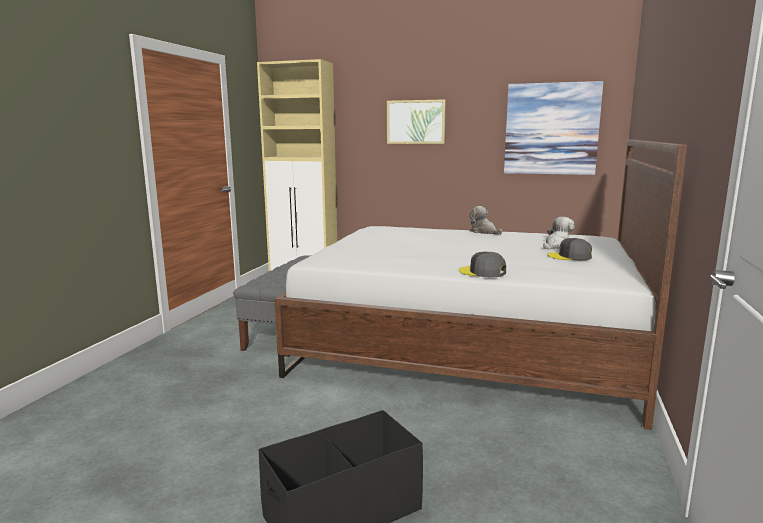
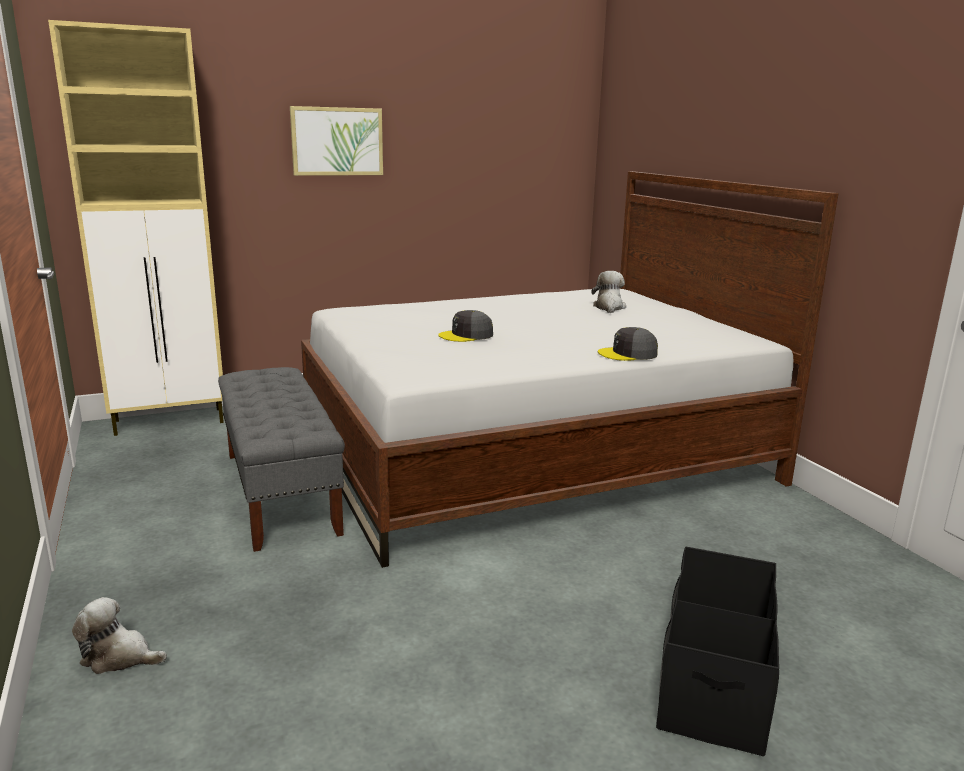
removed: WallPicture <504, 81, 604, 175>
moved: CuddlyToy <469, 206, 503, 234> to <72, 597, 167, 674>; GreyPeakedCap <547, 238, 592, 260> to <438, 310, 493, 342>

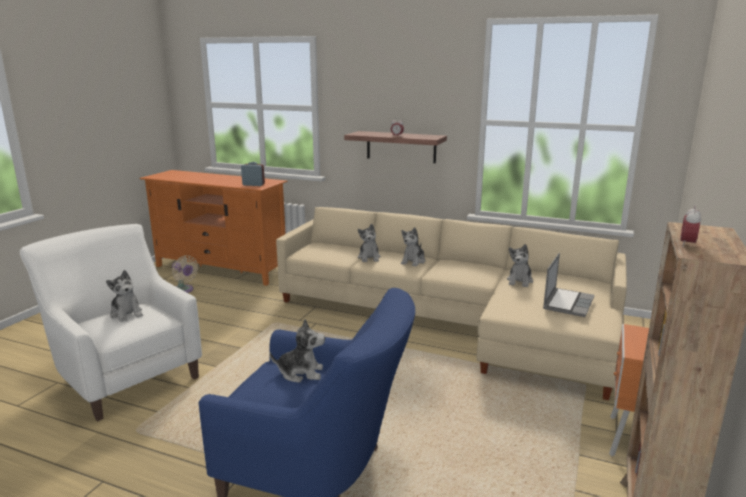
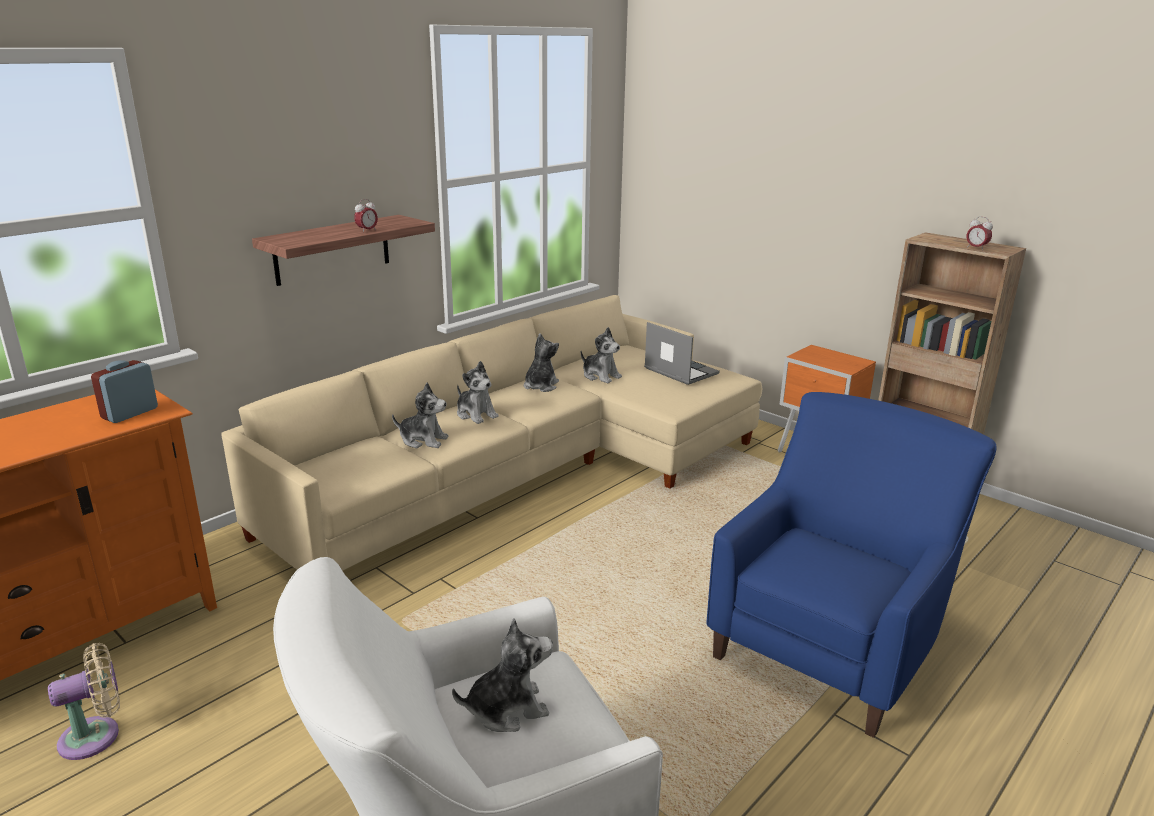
moved: CuddlyToy <270, 319, 325, 383> to <524, 334, 559, 392>

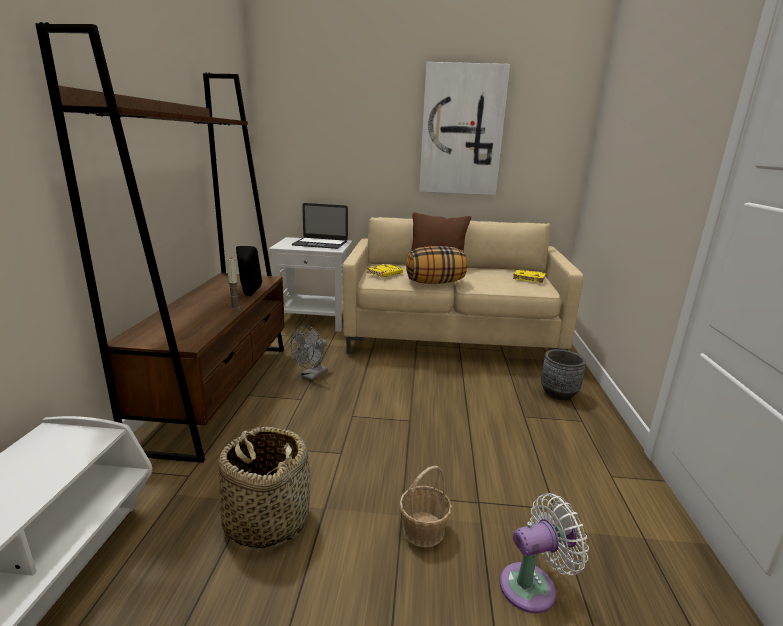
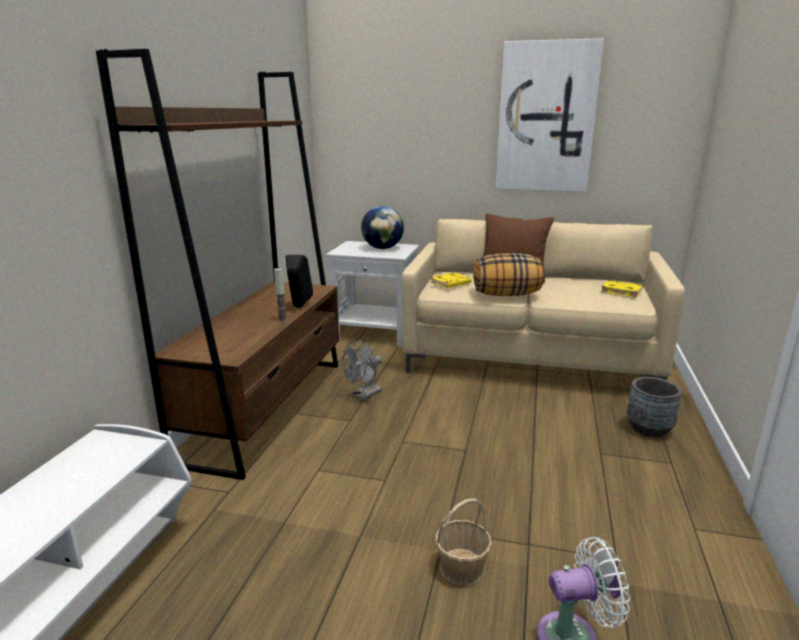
removed: StorageBasket <219, 427, 310, 548>
replaced: PortableComputer <292, 203, 348, 249> to DeskGlobe <361, 206, 404, 249>

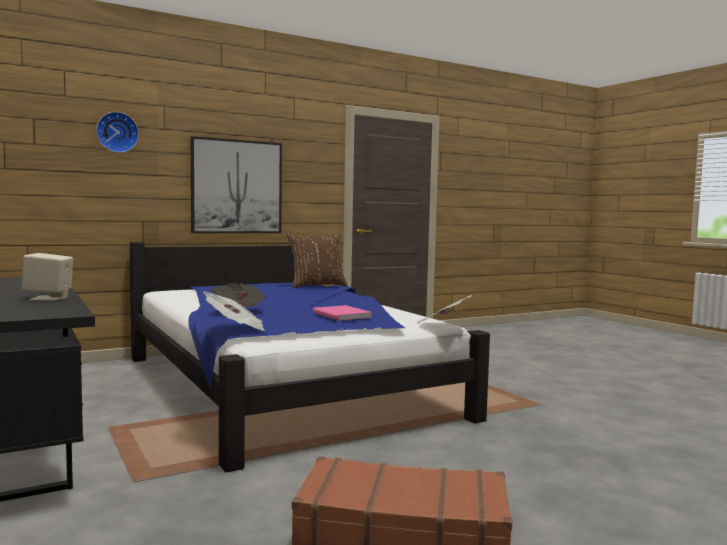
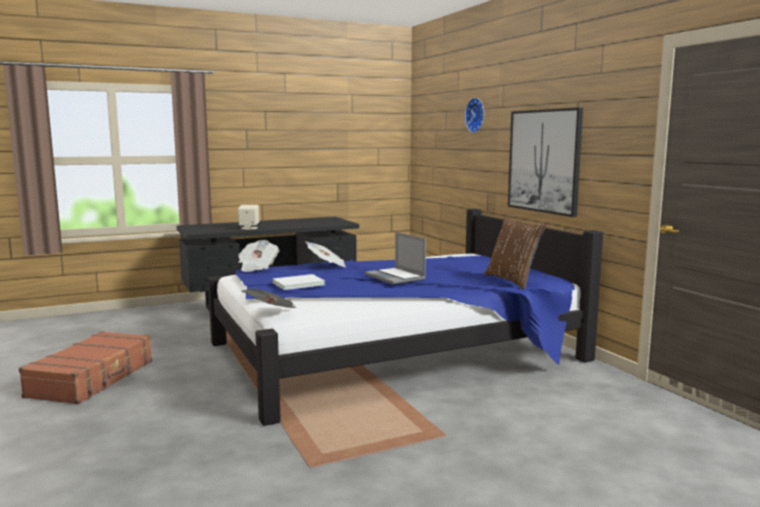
added: PortableComputer <365, 232, 426, 285>
recoloured: PinkColouredBoundBook <313, 305, 372, 321> to WhiteBoundBook <272, 274, 325, 290>

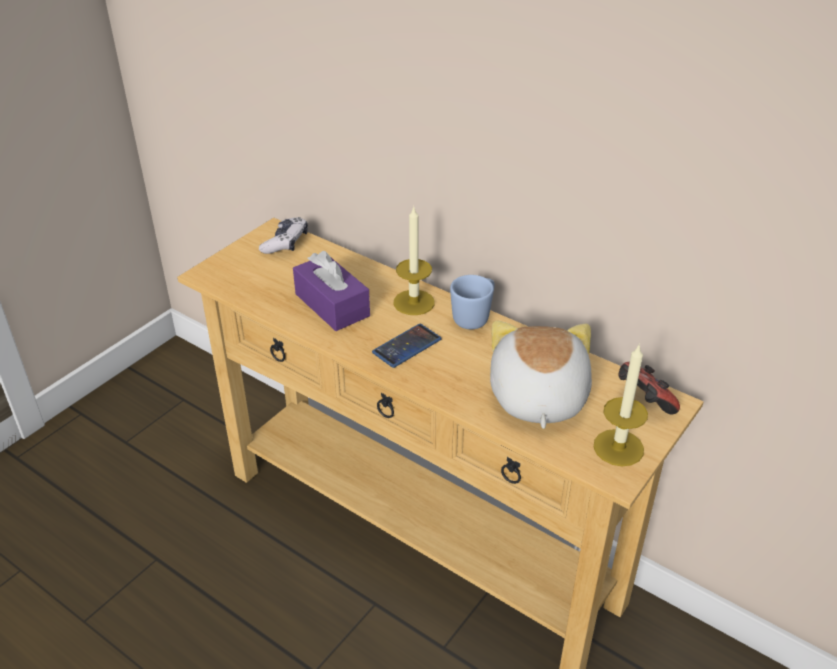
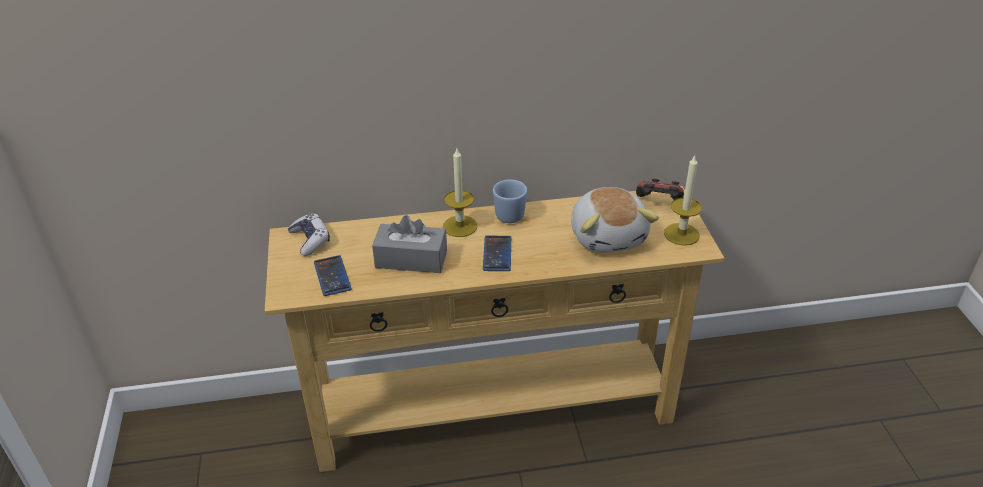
added: Telephone <314, 255, 352, 296>
recoloured: PurpleBoxOfTissues <293, 251, 370, 331> to GreyBoxOfTissues <372, 215, 447, 273>
turned: CuddlyToy <490, 320, 592, 429> = <571, 187, 659, 253> 150 degrees counterclockwise

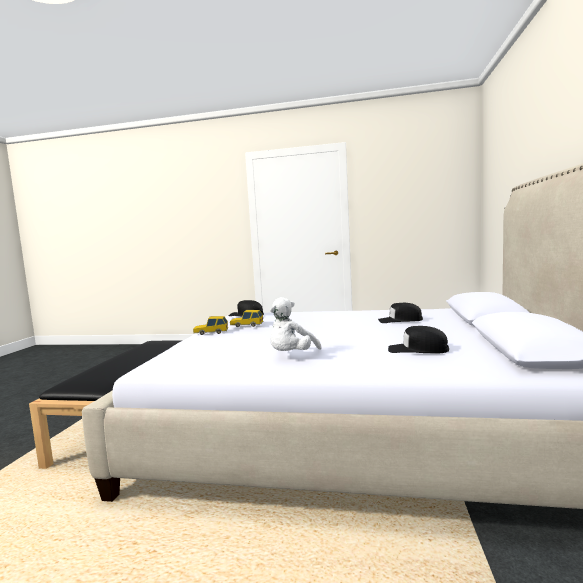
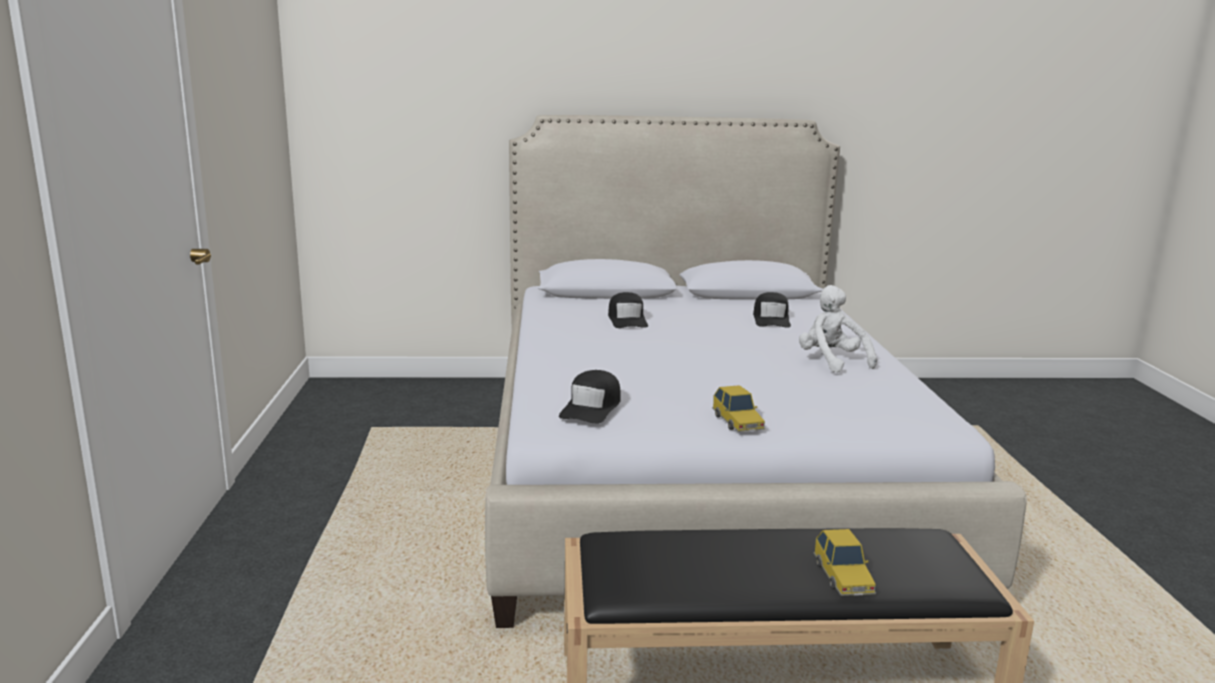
moved: ModelCar <230, 310, 264, 327> to <813, 529, 876, 596>
turned: WhiteCuddlyToy <270, 297, 322, 351> = <799, 285, 877, 373> 135 degrees counterclockwise

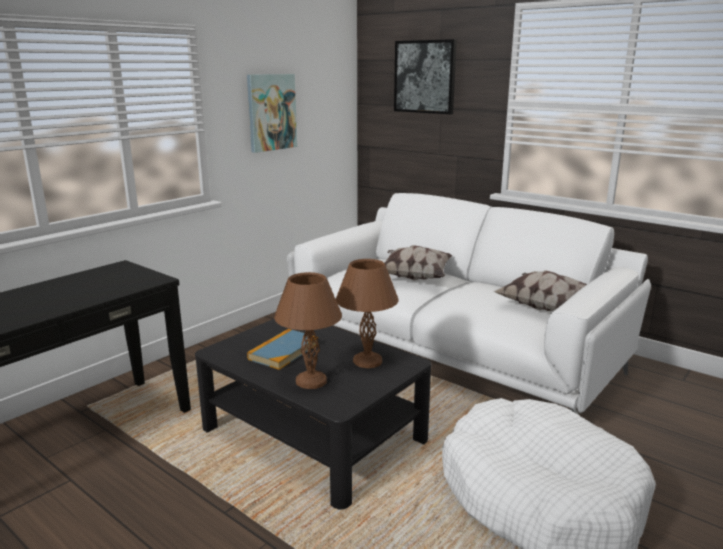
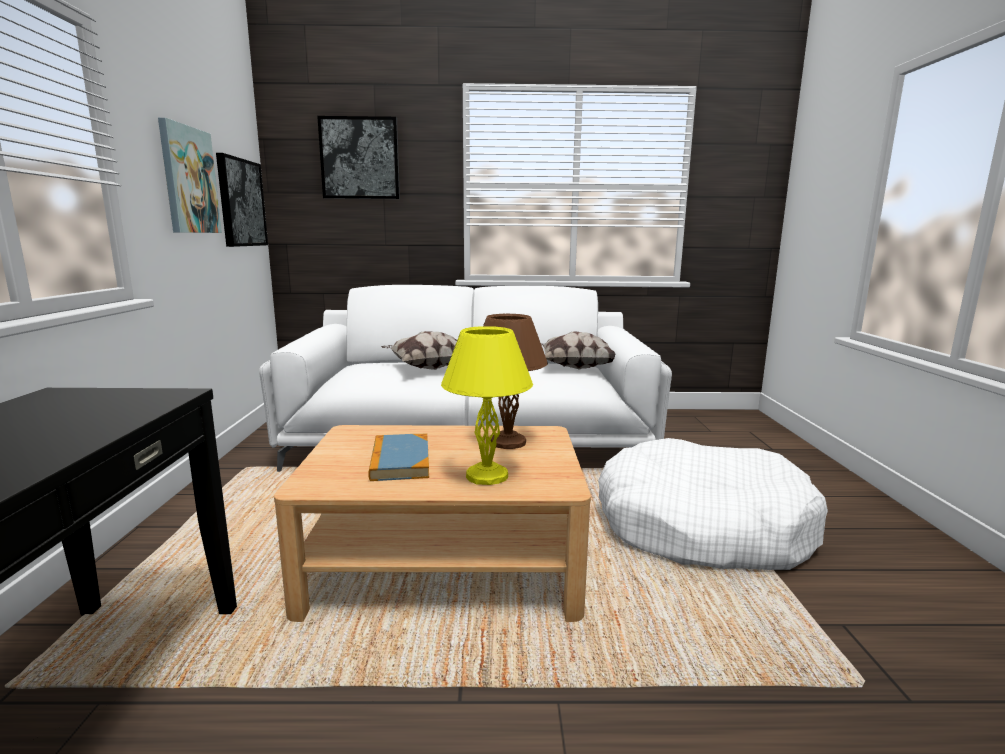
added: WallPicture <216, 153, 268, 247>
recoloured: BlackCoffeeTable <195, 319, 432, 510> to BeigeCoffeeTable <274, 425, 591, 622>; BrownColouredTableLamp <274, 272, 342, 389> to YellowTableLamp <441, 326, 533, 485>

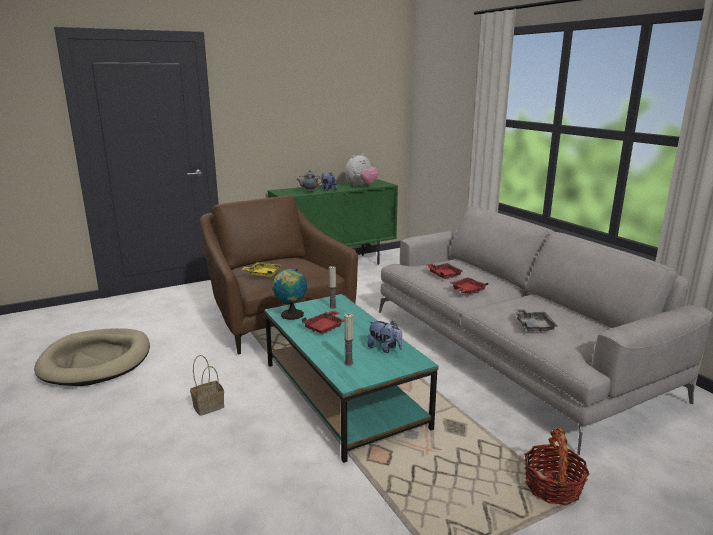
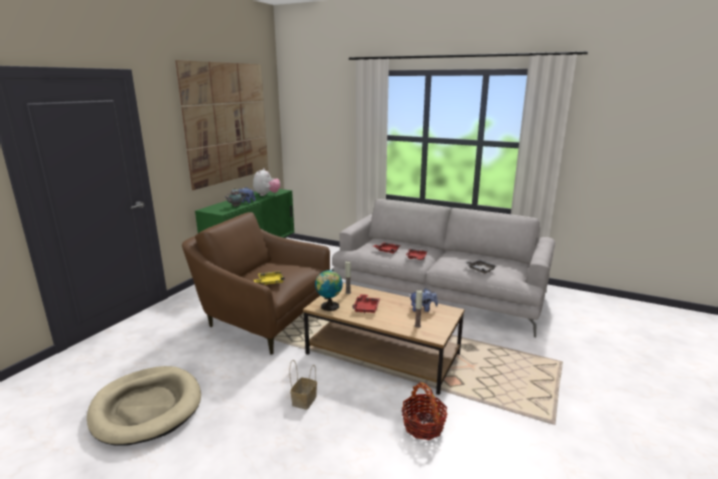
added: WallPicture <175, 60, 268, 190>
moved: StorageBasket <524, 427, 590, 505> to <402, 382, 447, 440>
recoloured: TurquoiseColouredCoffeeTable <264, 294, 438, 463> to BrownColouredCoffeeTable <303, 283, 465, 395>

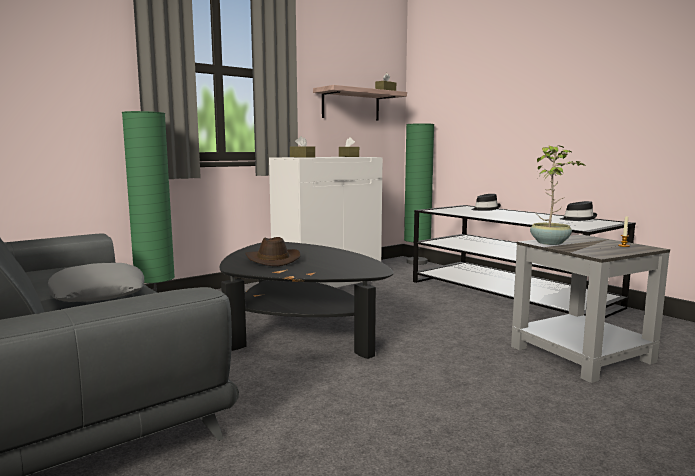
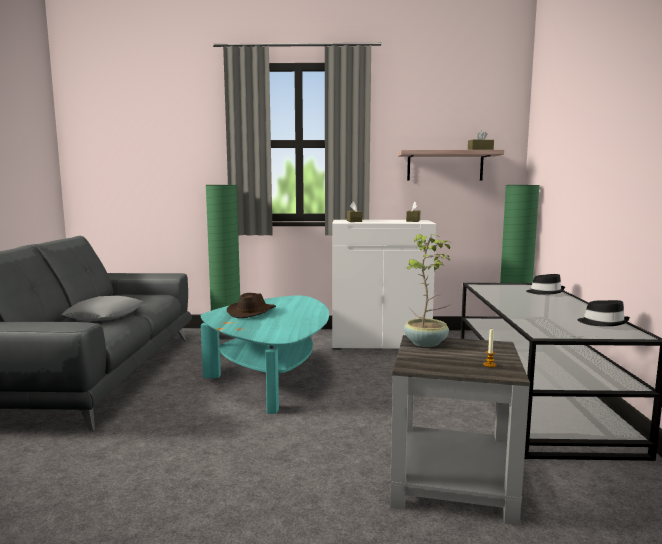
recoloured: BlackCoffeeTable <220, 242, 394, 359> to TurquoiseColouredCoffeeTable <201, 295, 329, 414>

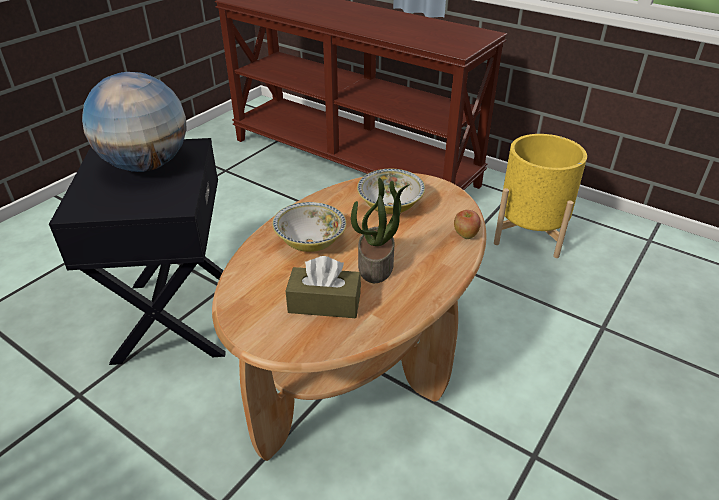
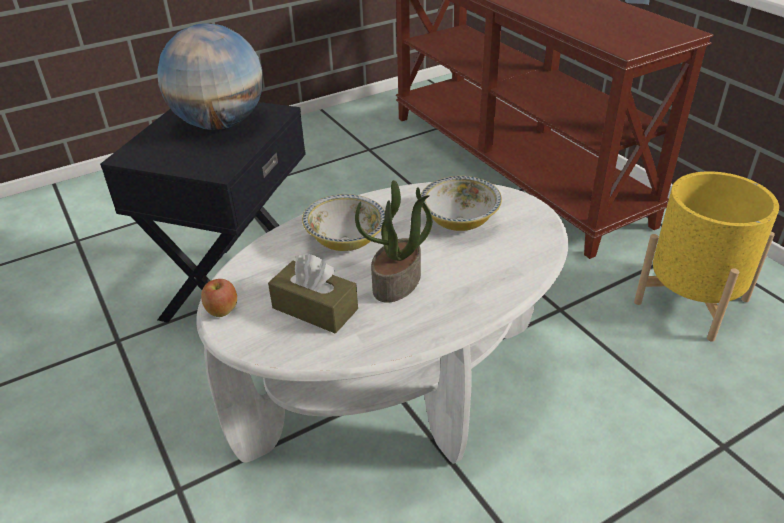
moved: WholeApple <454, 210, 481, 239> to <201, 279, 237, 317>
recoloured: BrownColouredCoffeeTable <212, 173, 486, 461> to WhiteCoffeeTable <196, 182, 568, 464>

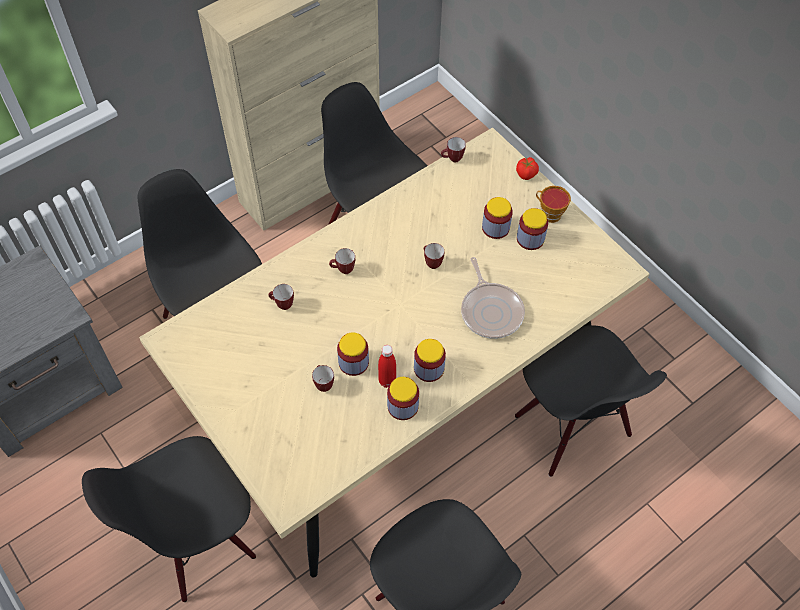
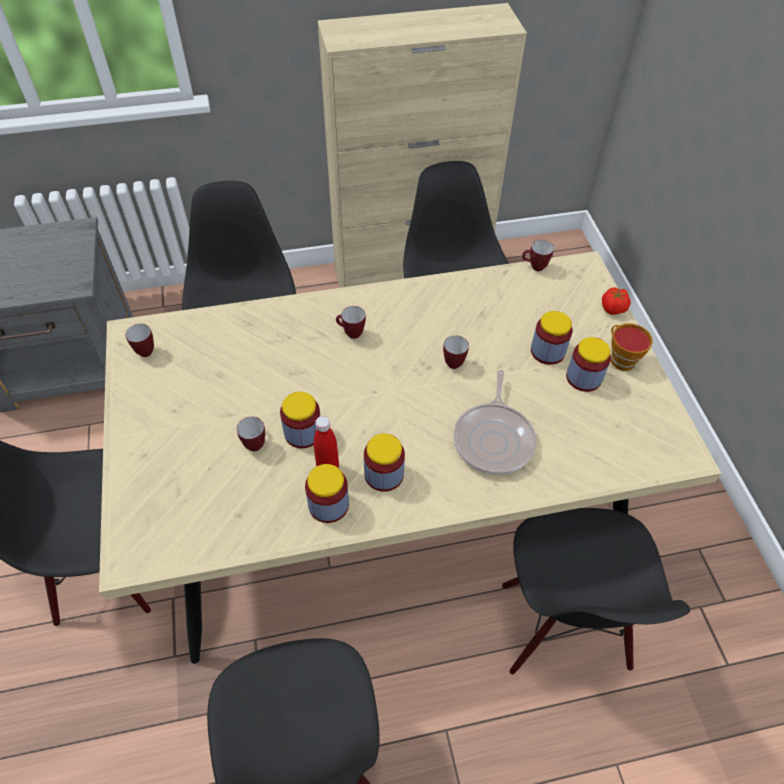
moved: TeaMug <269, 284, 294, 310> to <125, 324, 154, 357>

